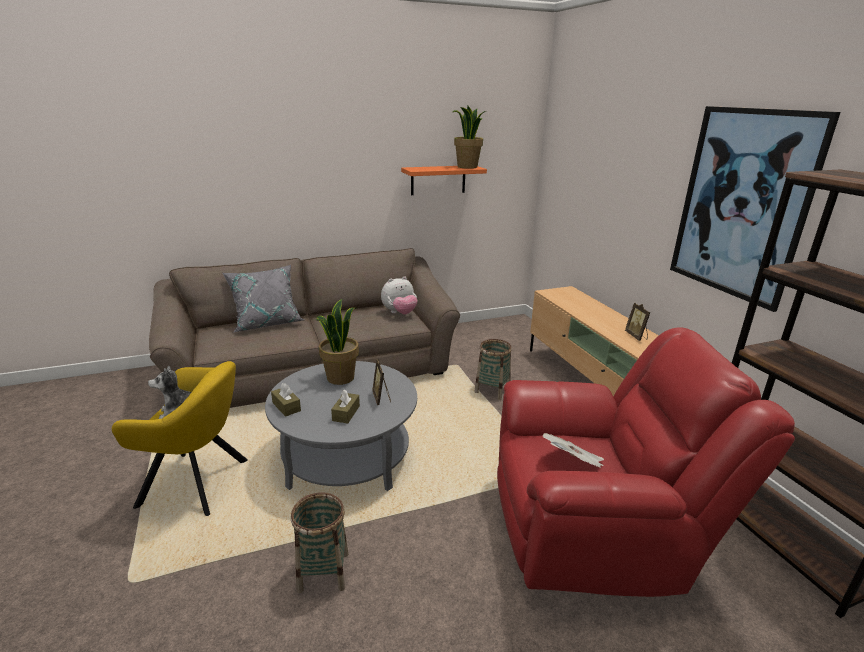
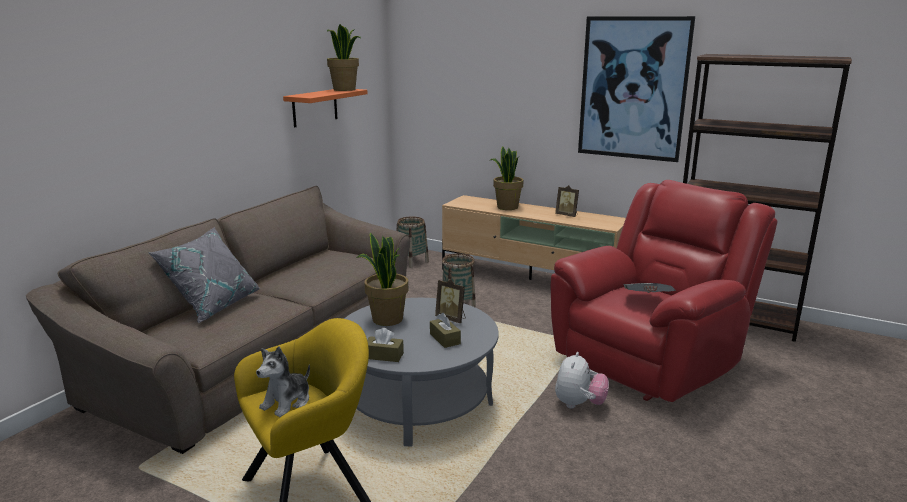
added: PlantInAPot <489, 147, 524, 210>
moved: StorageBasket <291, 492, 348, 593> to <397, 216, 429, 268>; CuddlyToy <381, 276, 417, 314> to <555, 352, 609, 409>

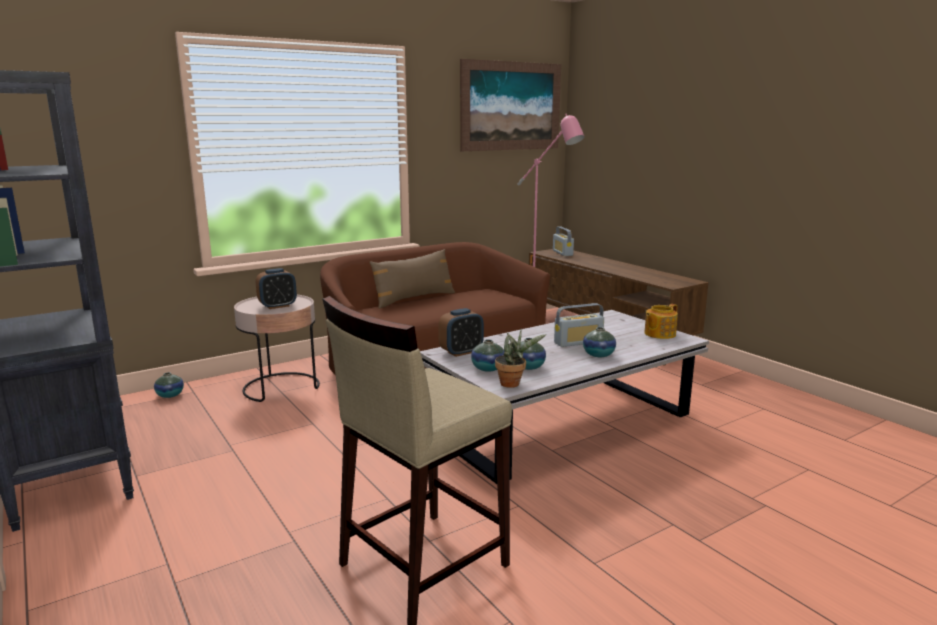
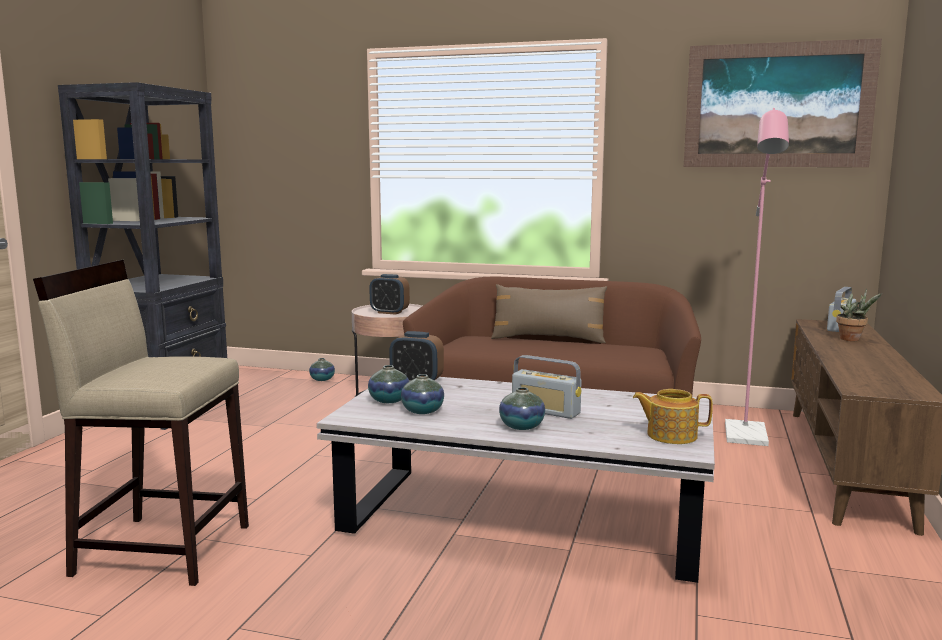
moved: PlantInAPot <495, 328, 547, 388> to <836, 288, 882, 341>

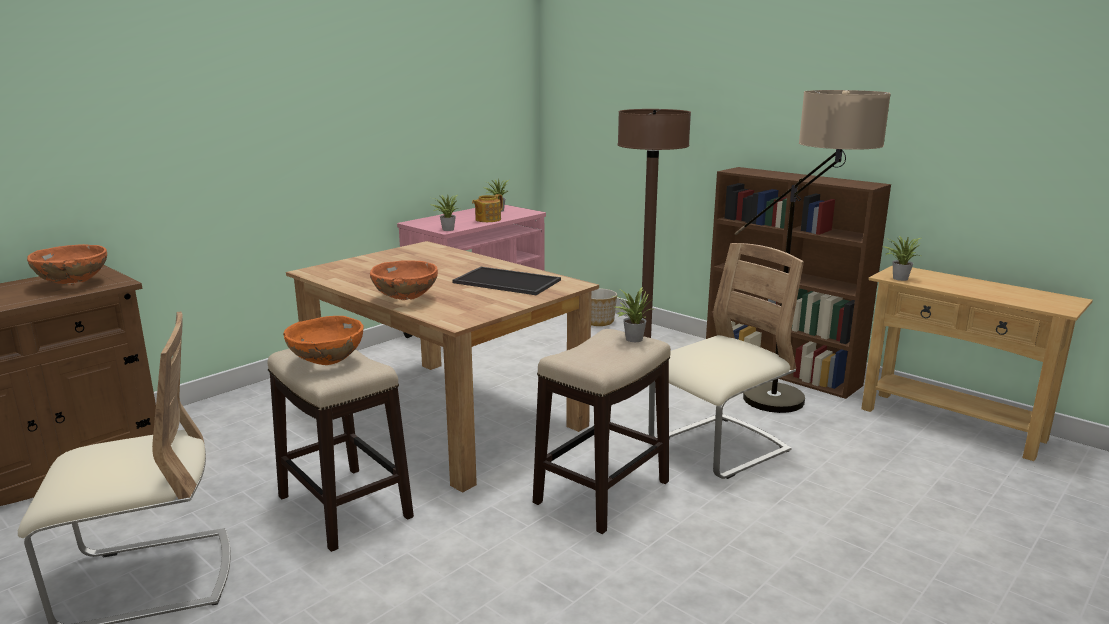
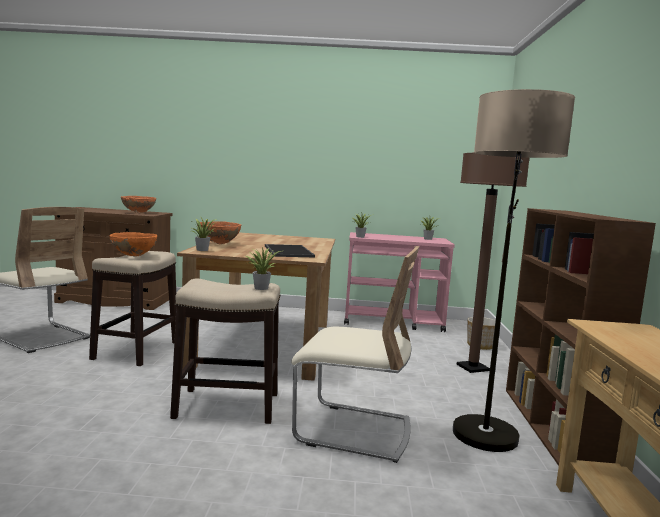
removed: Teapot <472, 194, 503, 222>
moved: PlantInAPot <883, 235, 921, 281> to <190, 217, 218, 251>

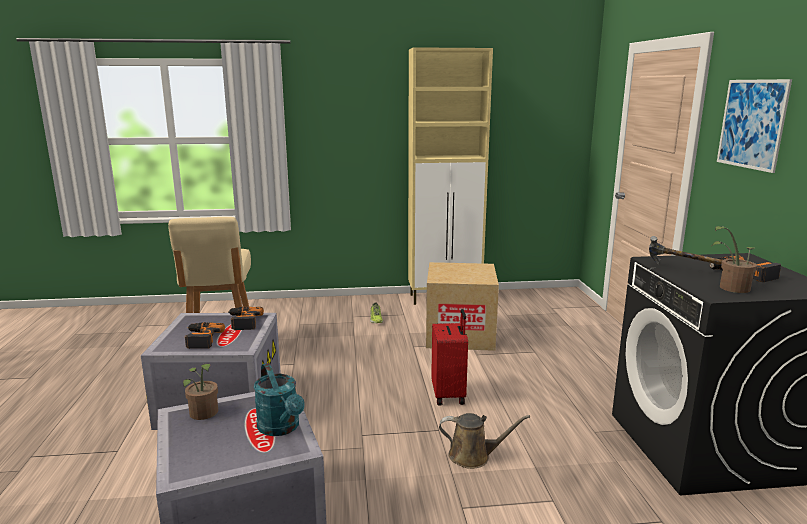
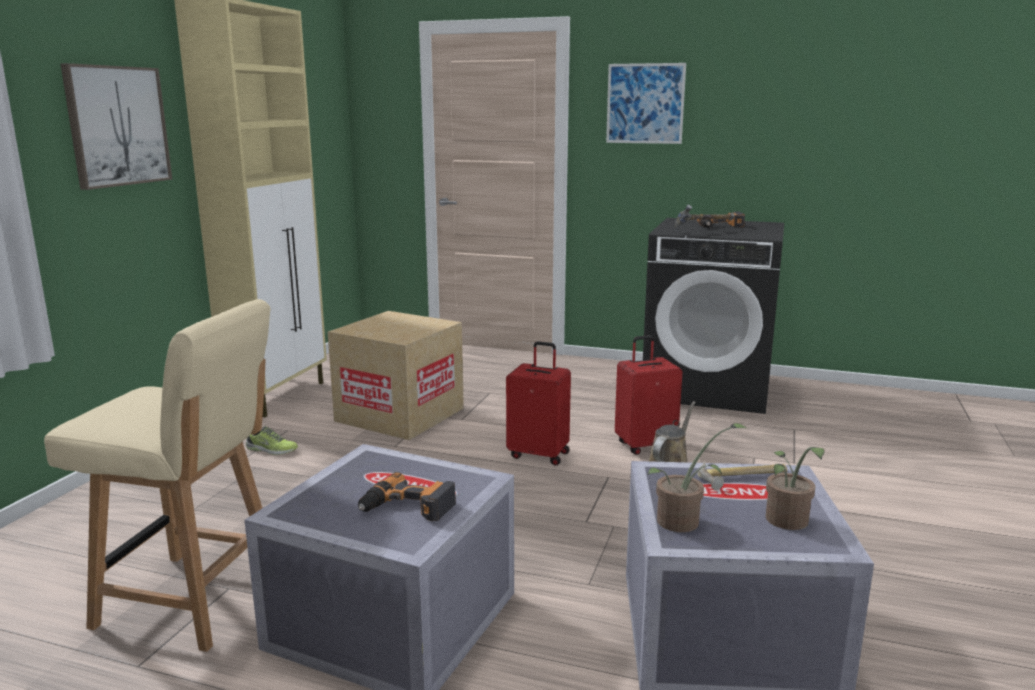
removed: ElectricDrill <228, 307, 264, 330>
added: WallPicture <60, 63, 172, 190>; RedSuitcase <615, 335, 683, 455>
moved: PlantInAPot <712, 226, 757, 293> to <766, 447, 825, 530>
replaced: TurquoiseColouredWateringCan <254, 363, 305, 436> to HandHammer <697, 461, 787, 490>

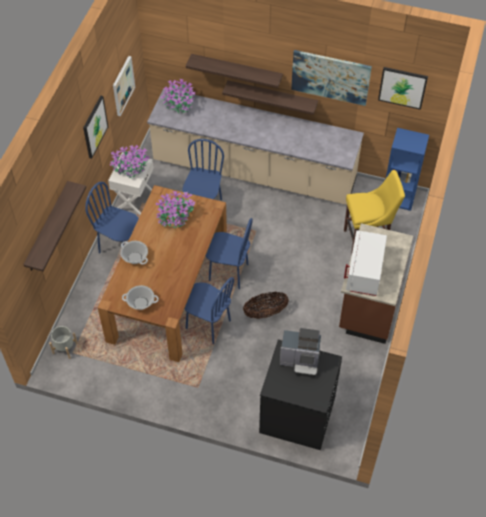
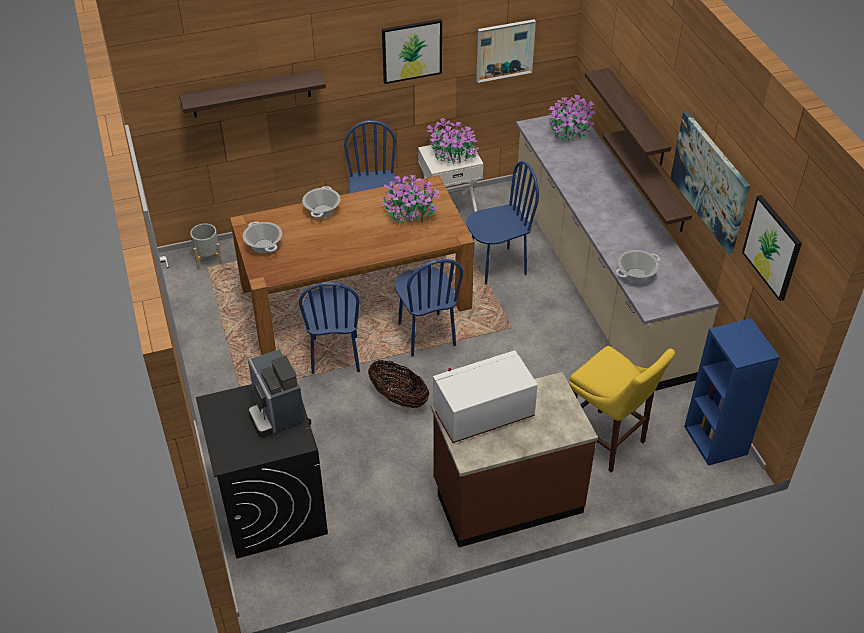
added: CookingPot <616, 250, 660, 283>

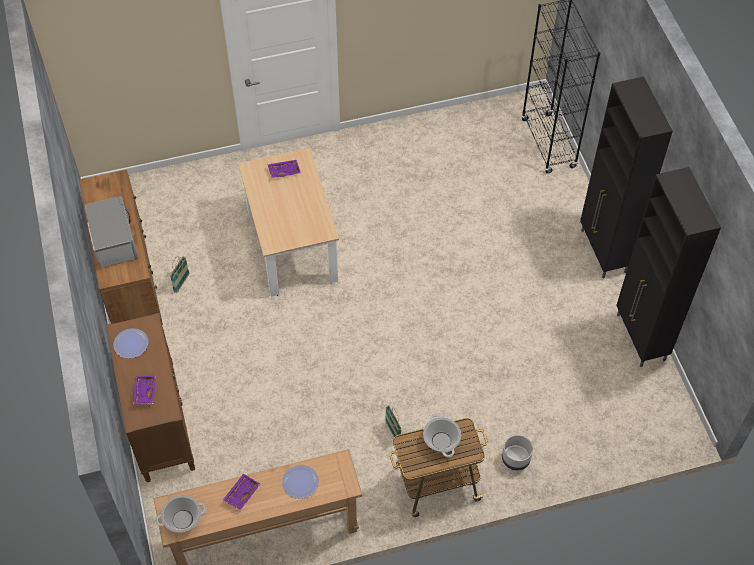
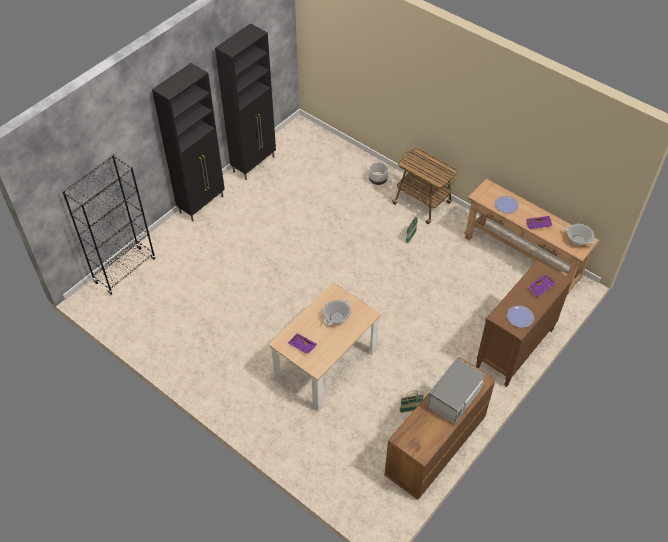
moved: CookingPot <423, 414, 461, 457> to <323, 300, 351, 325>

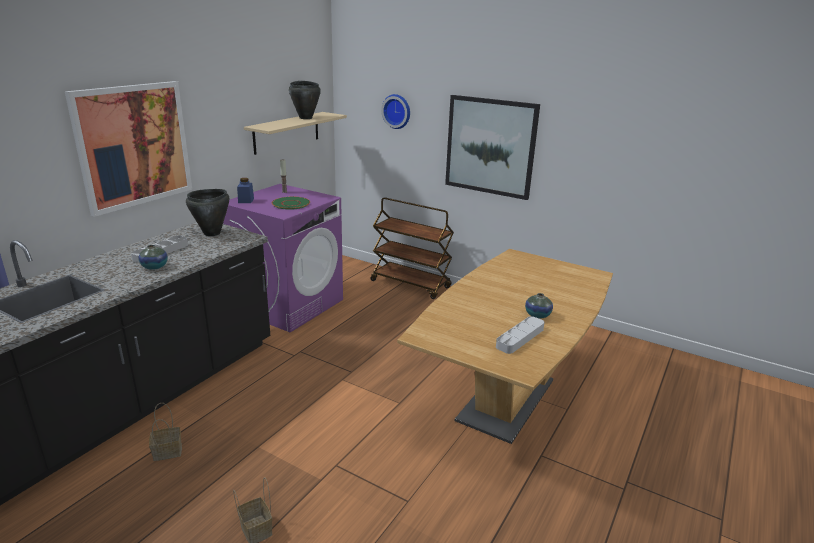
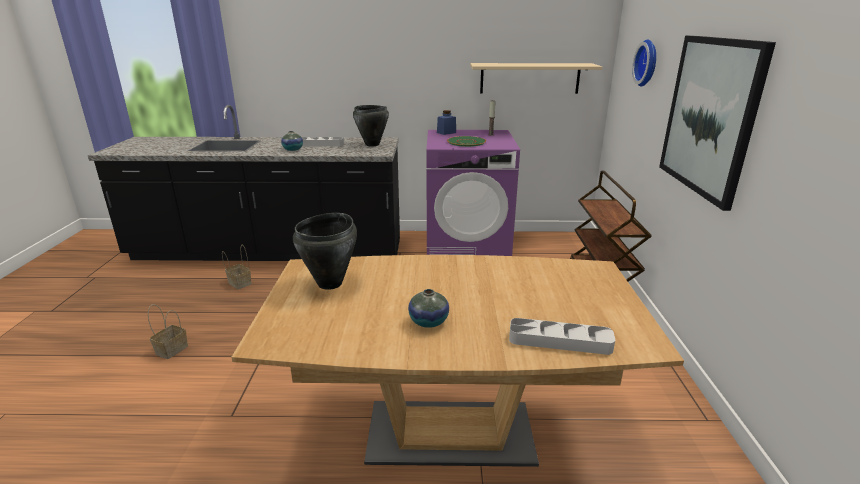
removed: WallPicture <65, 81, 192, 217>
moved: BlackCookingPot <289, 81, 321, 119> to <293, 213, 357, 290>; GreyTray <496, 316, 545, 354> to <509, 318, 615, 355>

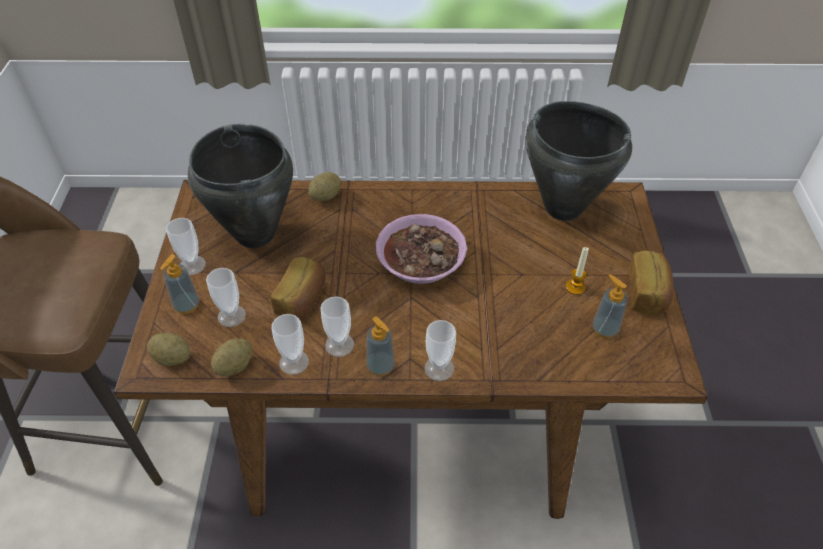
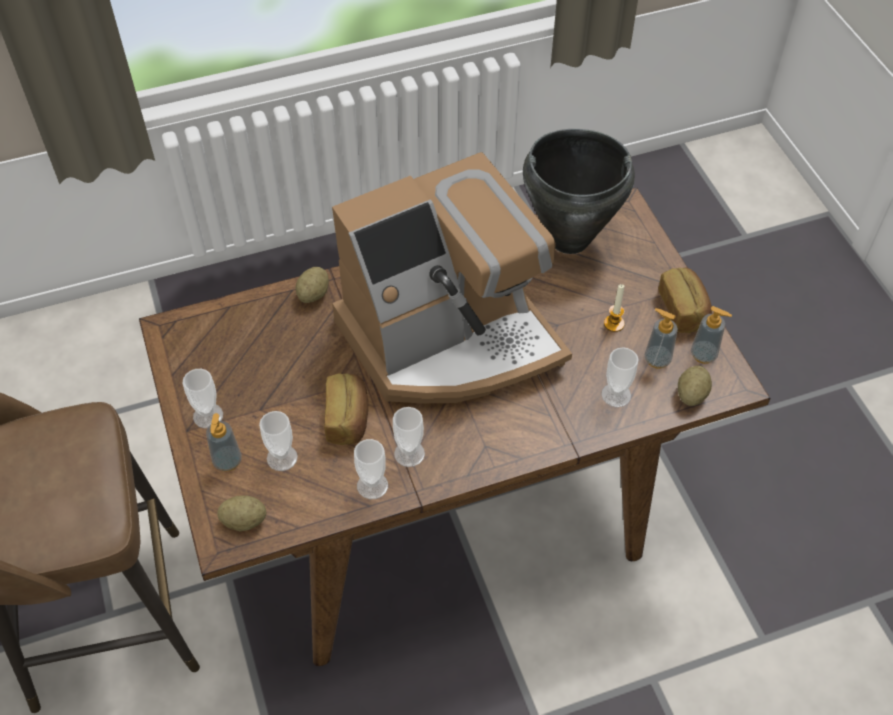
removed: BlackCookingPot <188, 124, 293, 248>
moved: Cup <424, 320, 456, 381> to <601, 347, 639, 407>; Potato <211, 338, 252, 376> to <678, 366, 712, 406>; LiquidSoapBottle <366, 316, 395, 376> to <691, 306, 732, 364>
replaced: Bowl <376, 214, 467, 284> to CoffeeMachine <332, 152, 572, 403>

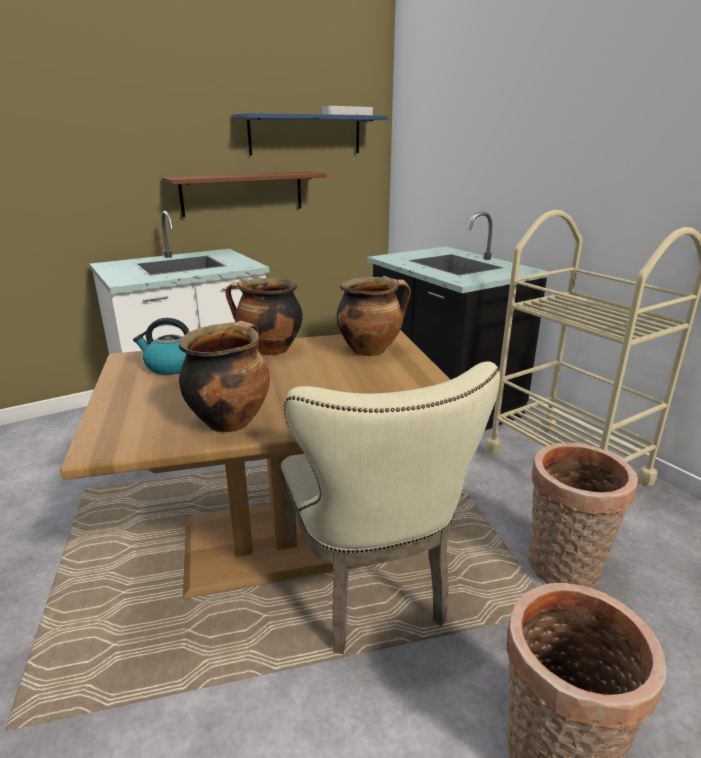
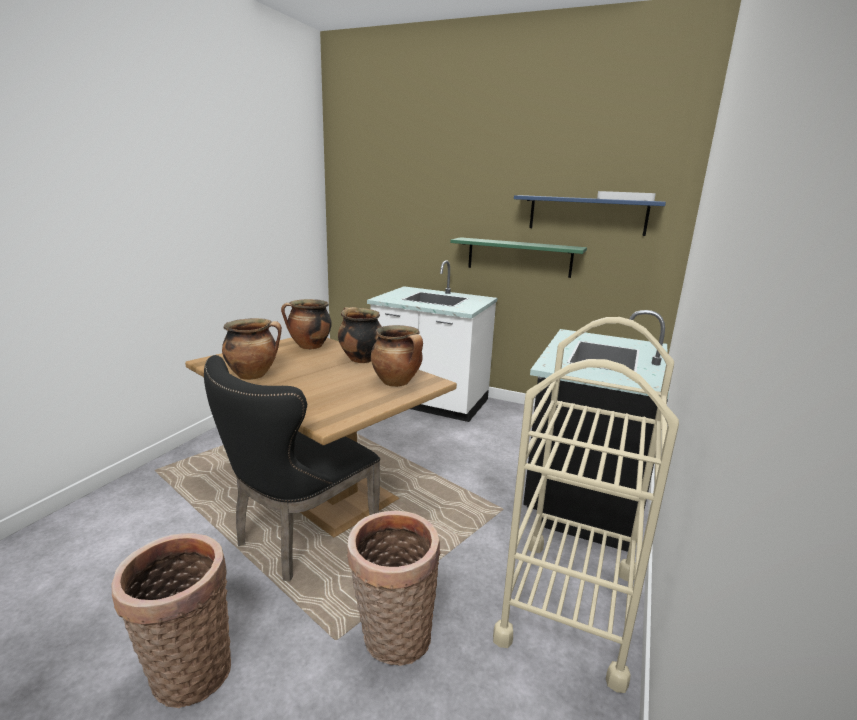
replaced: TeaKettle <133, 318, 190, 375> to CookingPot <281, 299, 332, 349>
recoloured: BeigeChair <280, 362, 500, 654> to BlackChair <204, 355, 380, 582>; BrownColouredShelf <162, 171, 327, 217> to GreenColouredShelf <450, 237, 587, 278>

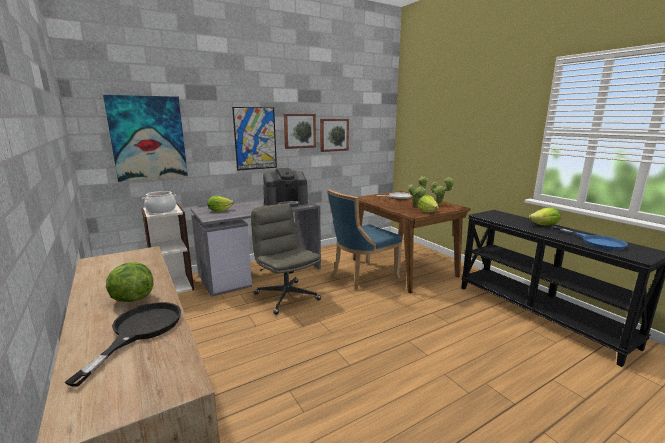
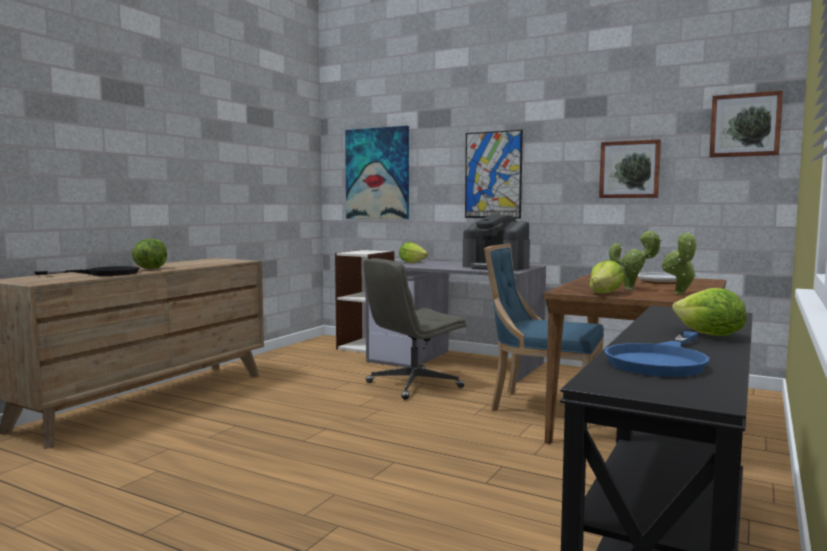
removed: CookingPot <142, 191, 176, 213>
moved: WallPicture <284, 114, 316, 149> to <709, 90, 783, 158>
turned: GreyDeskChair <251, 204, 321, 315> = <363, 258, 466, 400> 150 degrees counterclockwise

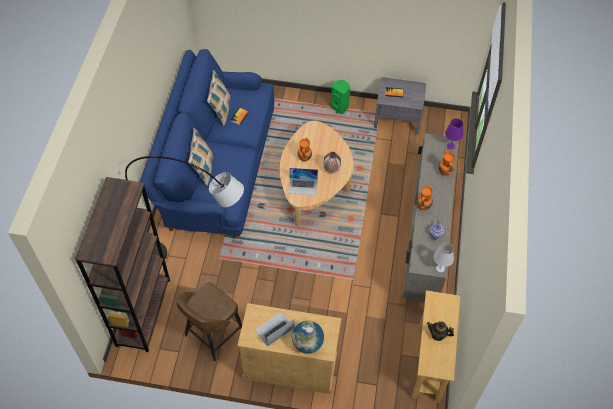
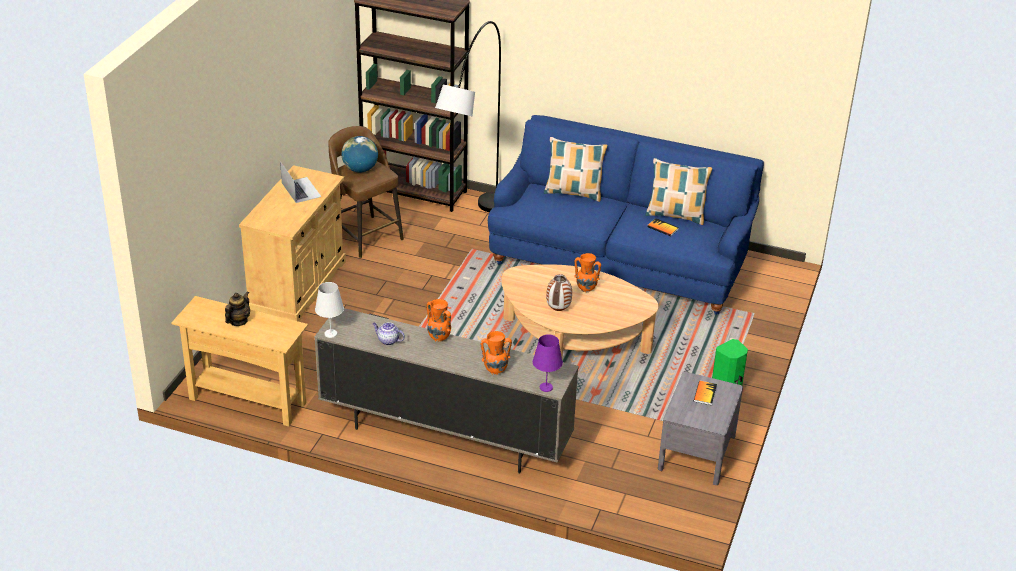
removed: PortableComputer <288, 168, 318, 195>
moved: DeskGlobe <292, 321, 324, 354> to <341, 136, 378, 173>

